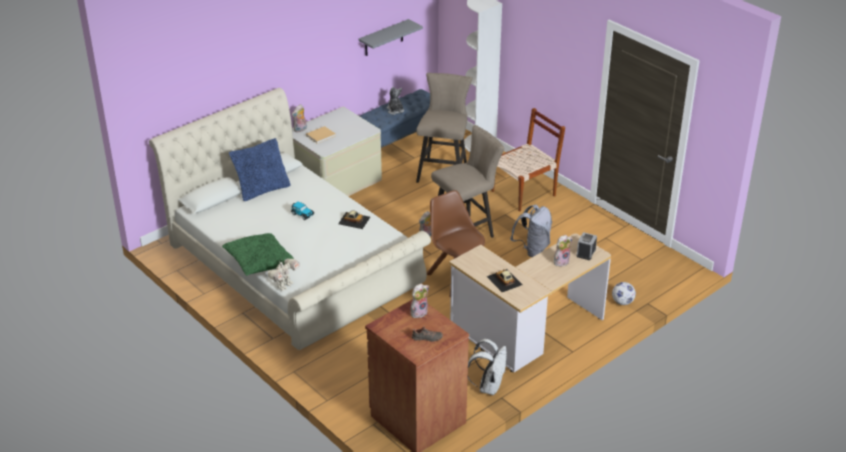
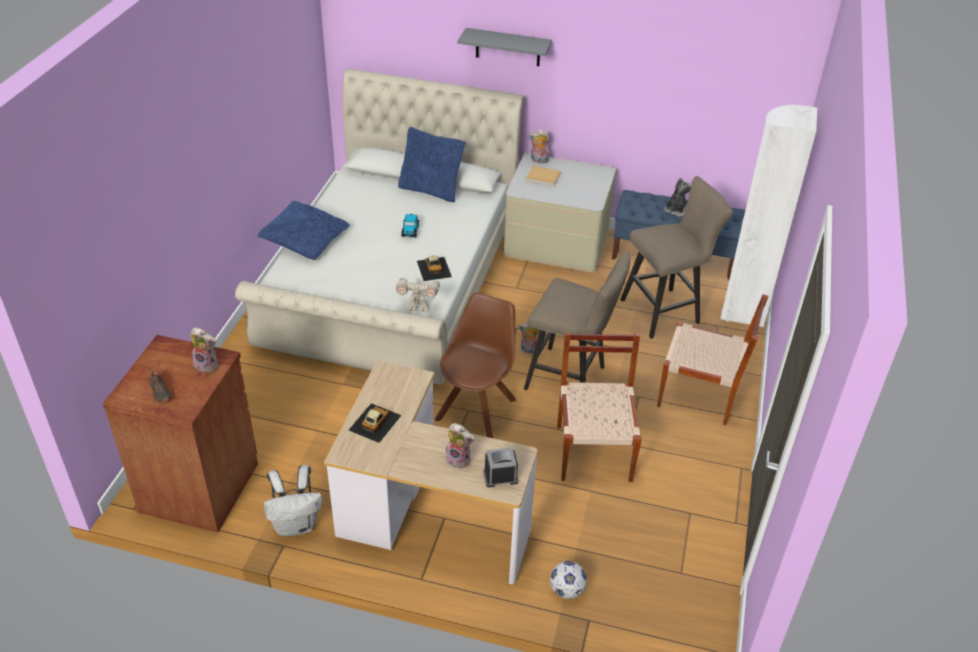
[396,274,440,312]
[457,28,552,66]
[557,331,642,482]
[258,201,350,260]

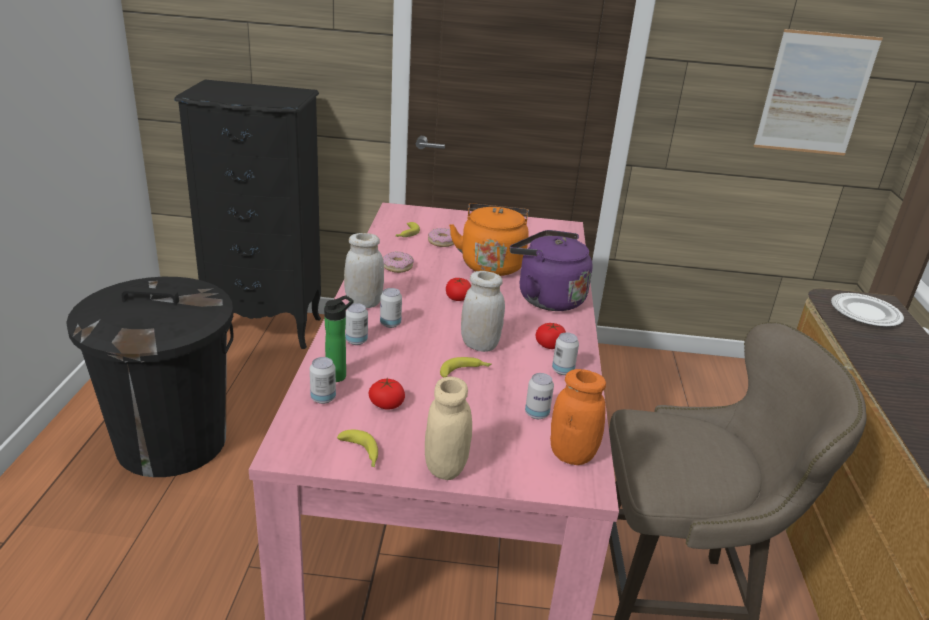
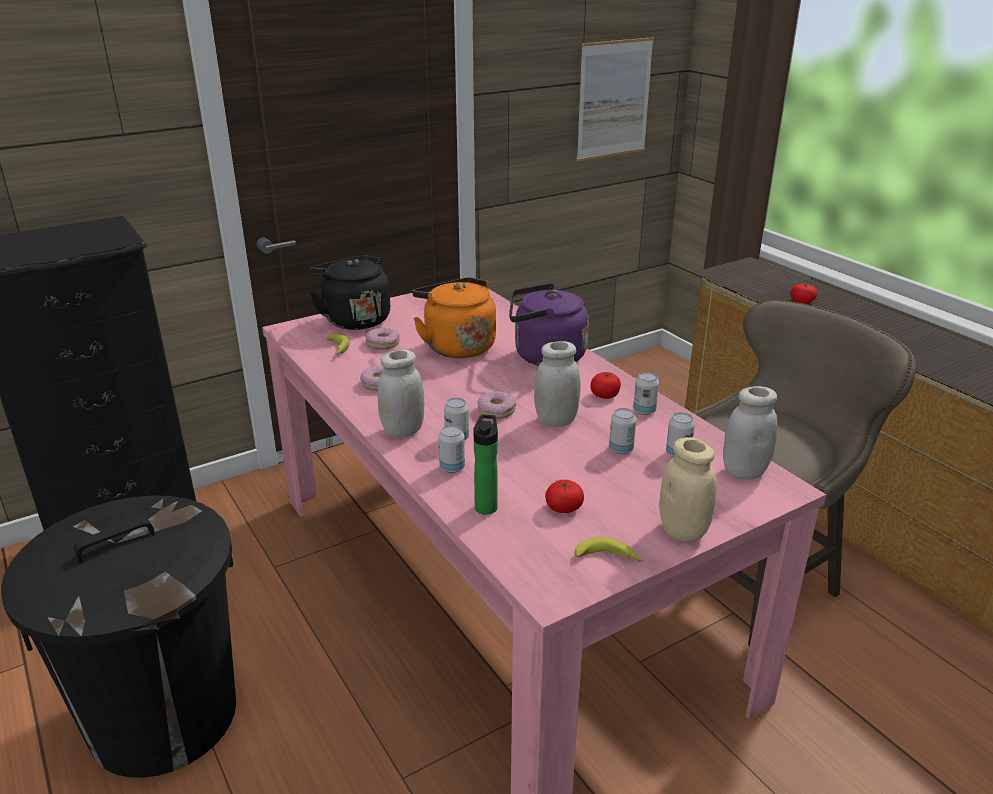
[440,357,491,377] (first image)
[831,293,904,327] (first image)
[309,255,390,330]
[477,391,516,419]
[609,408,636,454]
[790,284,817,304]
[723,386,778,480]

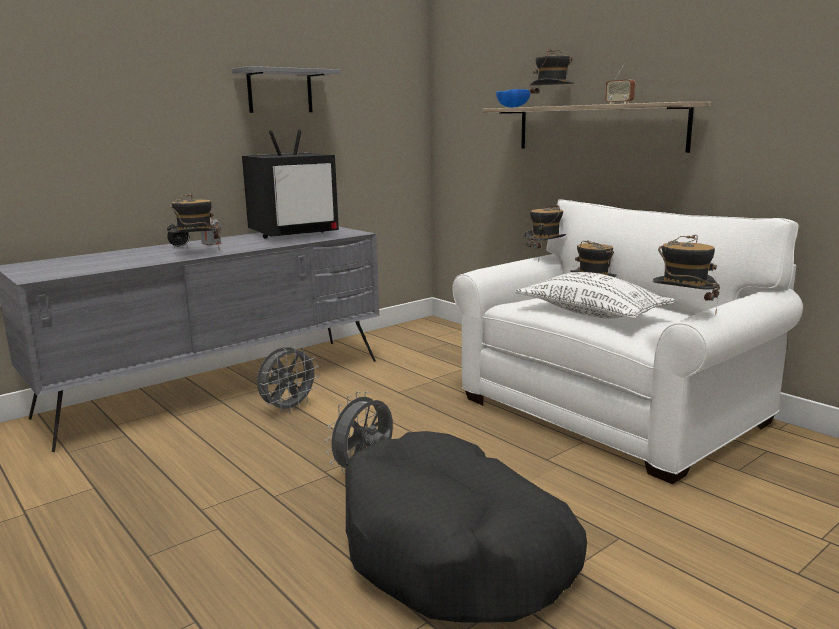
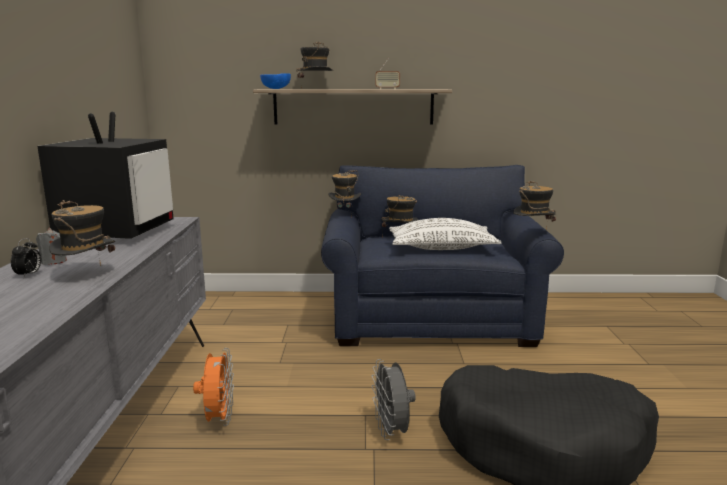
[232,66,341,113] (first image)
[193,348,234,426]
[321,165,564,347]

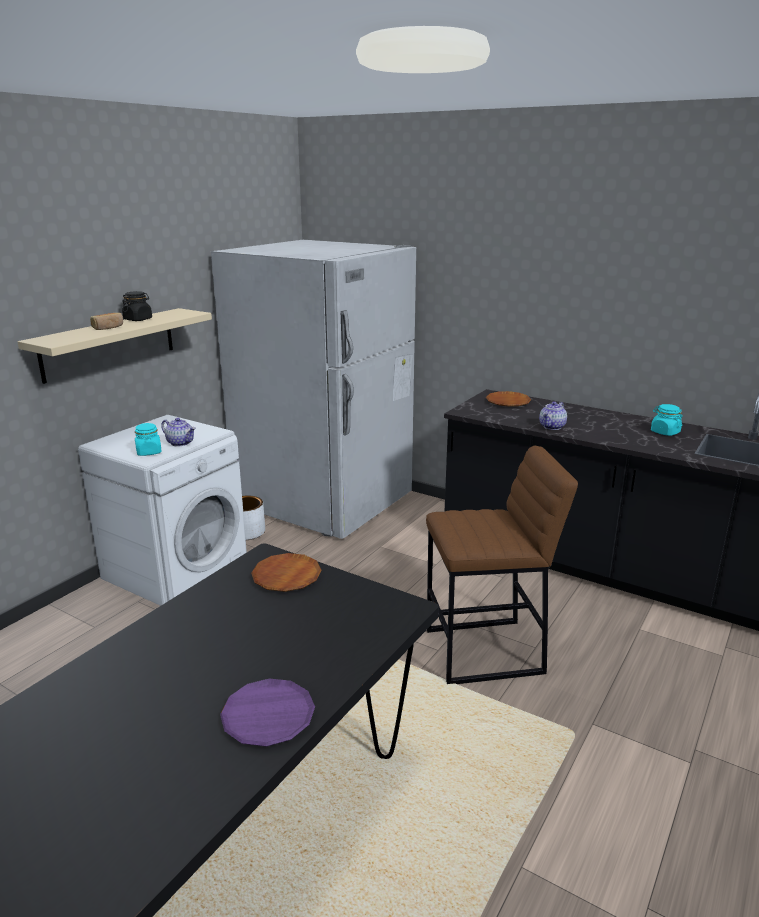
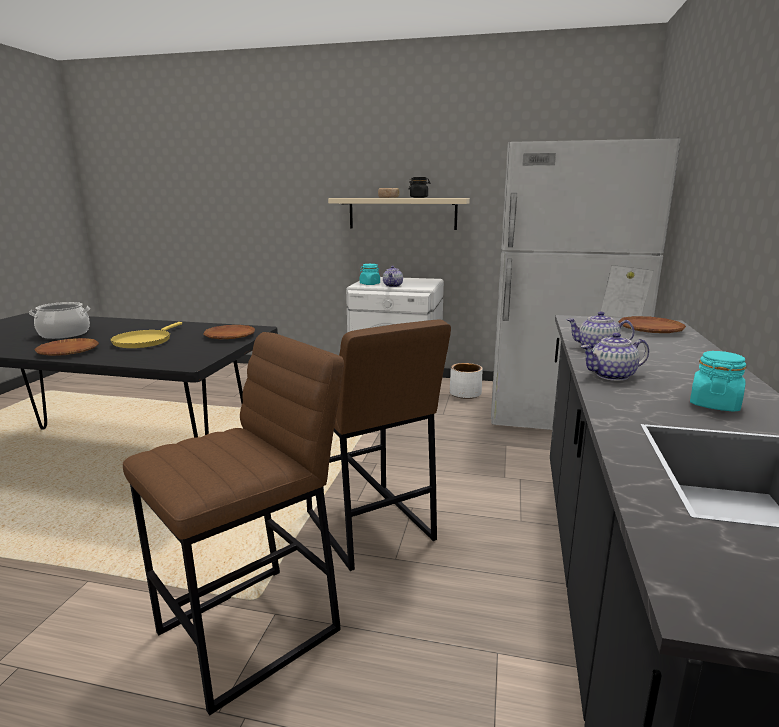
[29,302,90,339]
[110,322,182,348]
[123,332,344,715]
[581,333,649,381]
[35,338,99,356]

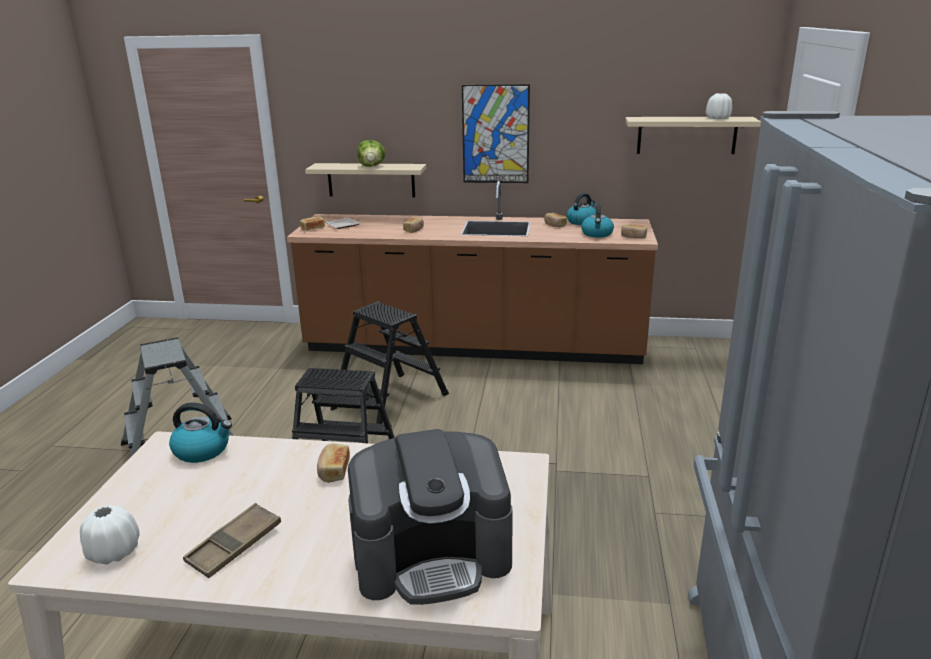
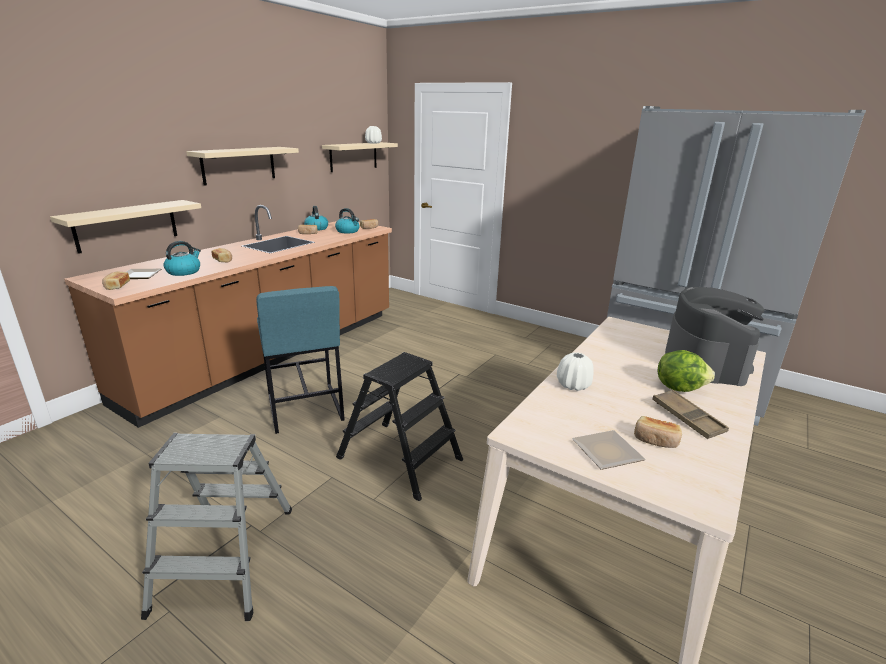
[572,430,646,470]
[557,352,594,391]
[163,241,201,276]
[634,416,682,448]
[658,350,715,392]
[256,286,345,434]
[186,147,299,186]

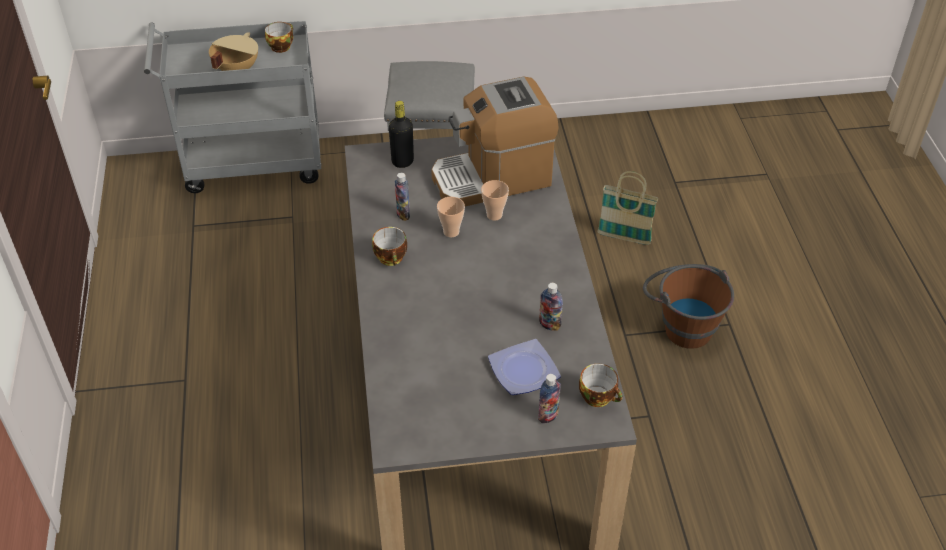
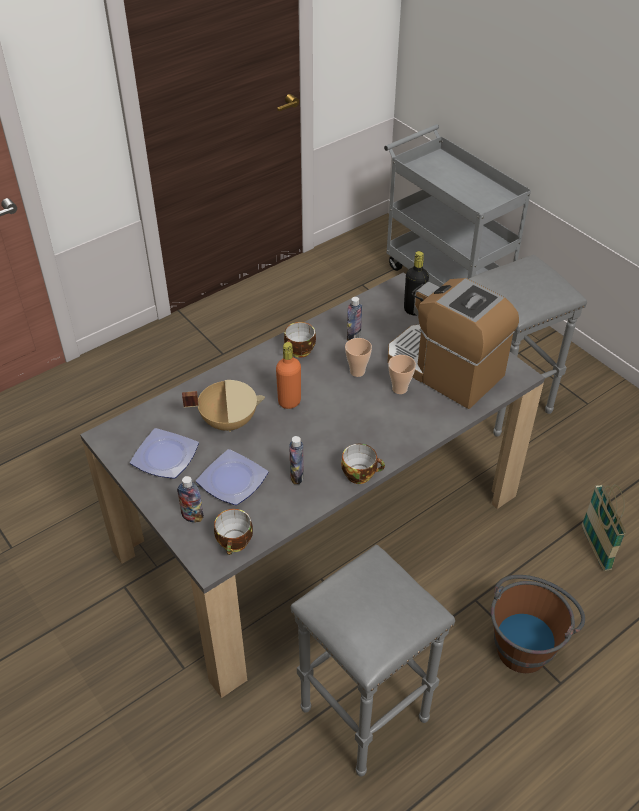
[130,428,199,479]
[276,342,301,409]
[290,545,455,777]
[182,380,265,432]
[341,444,385,484]

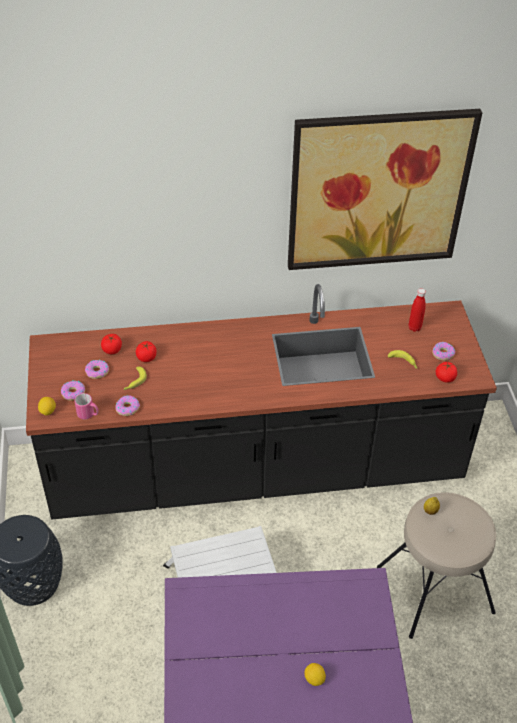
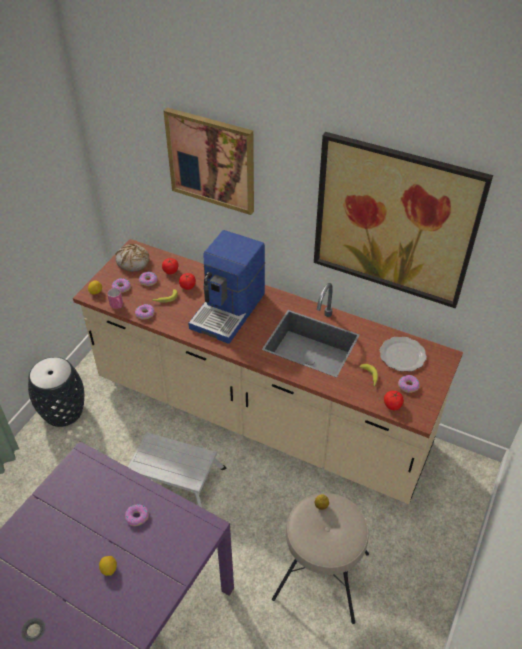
[115,244,149,272]
[125,504,149,526]
[163,108,254,215]
[188,230,265,344]
[379,337,427,372]
[73,239,463,504]

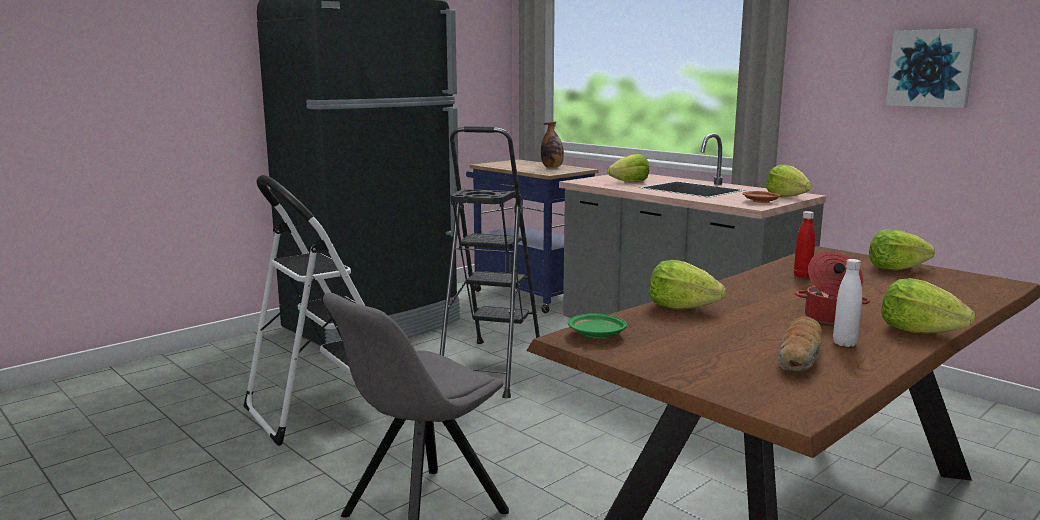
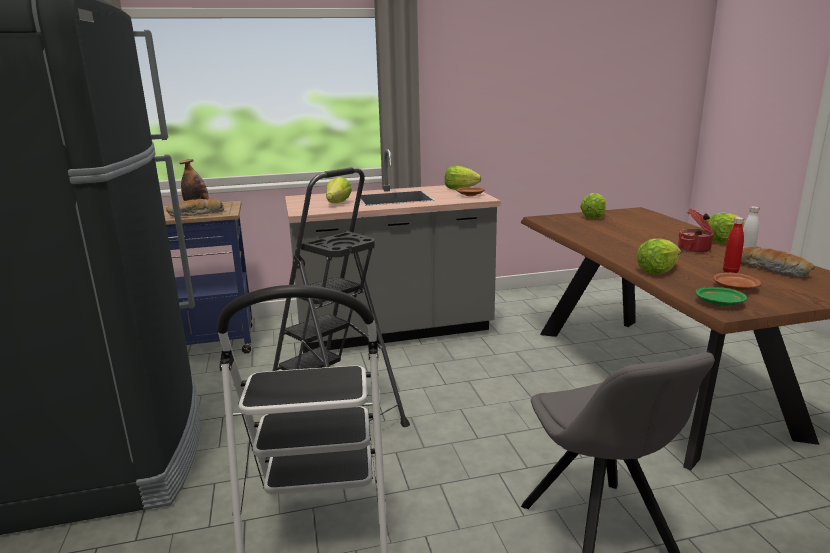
[886,28,978,108] (first image)
[166,198,224,216]
[713,272,761,291]
[723,217,744,273]

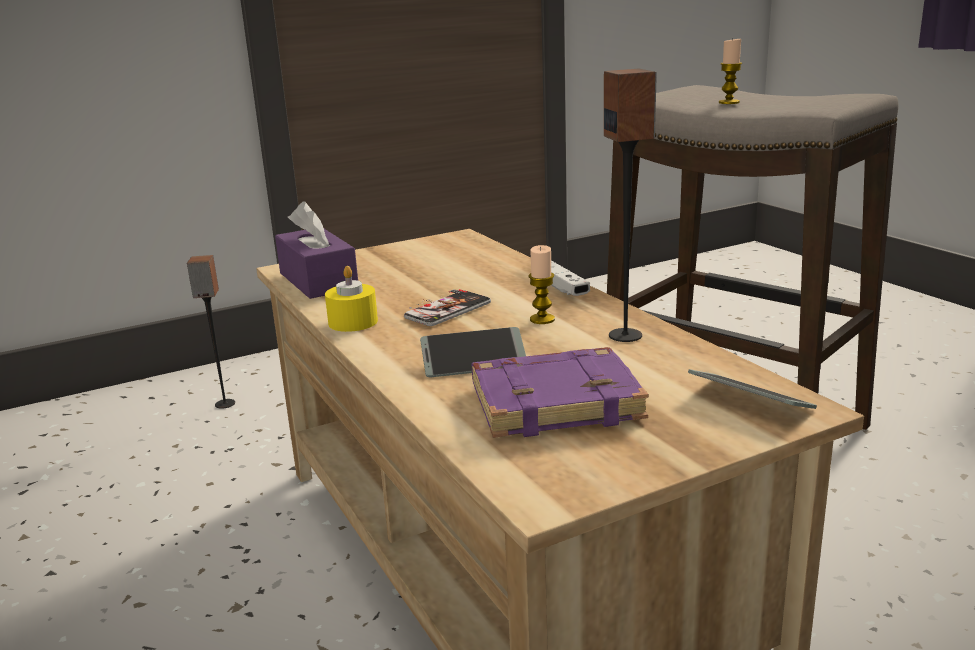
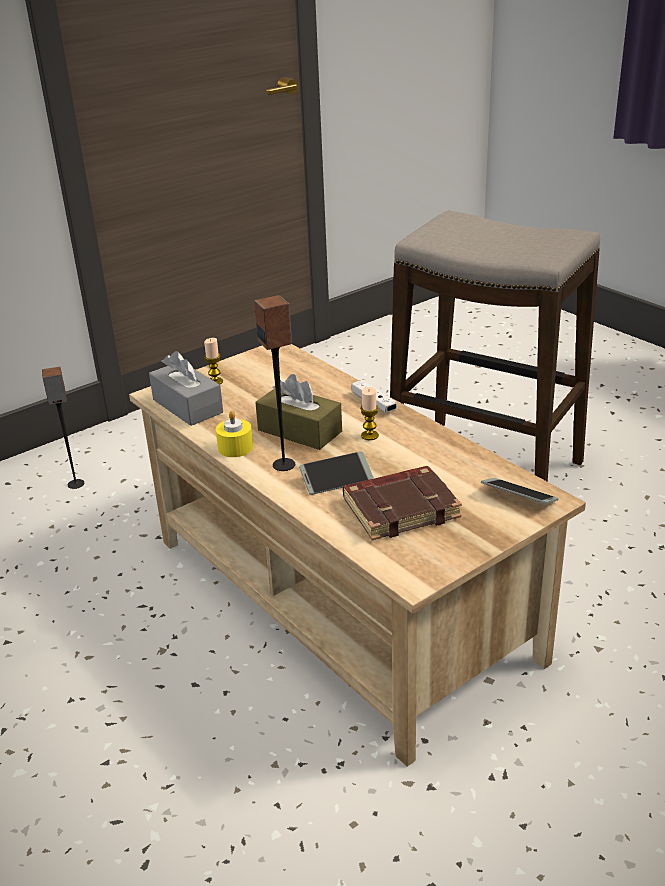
[254,295,295,471]
[204,338,223,384]
[255,374,342,450]
[149,351,223,426]
[343,466,462,540]

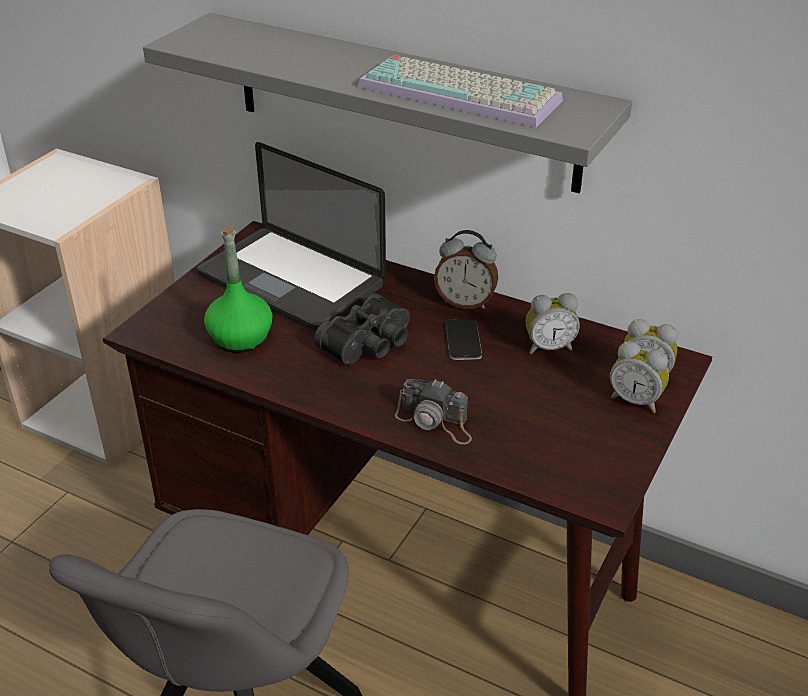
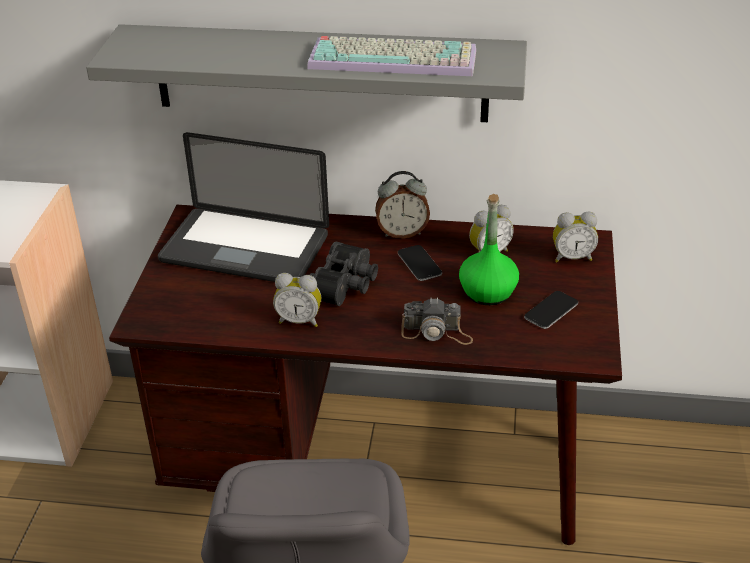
[524,291,578,329]
[459,194,519,305]
[273,273,321,327]

